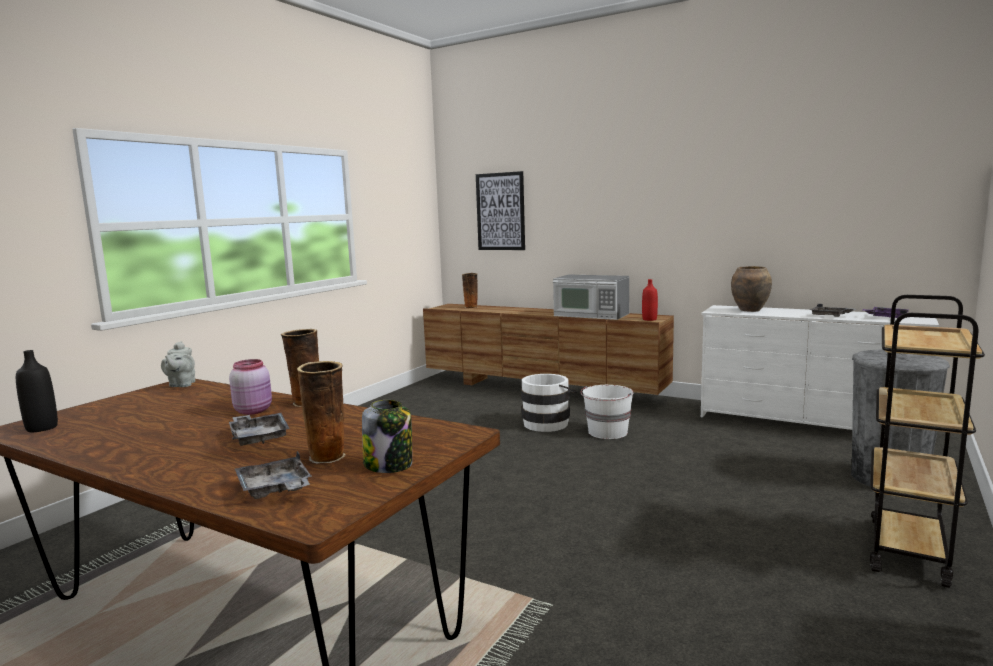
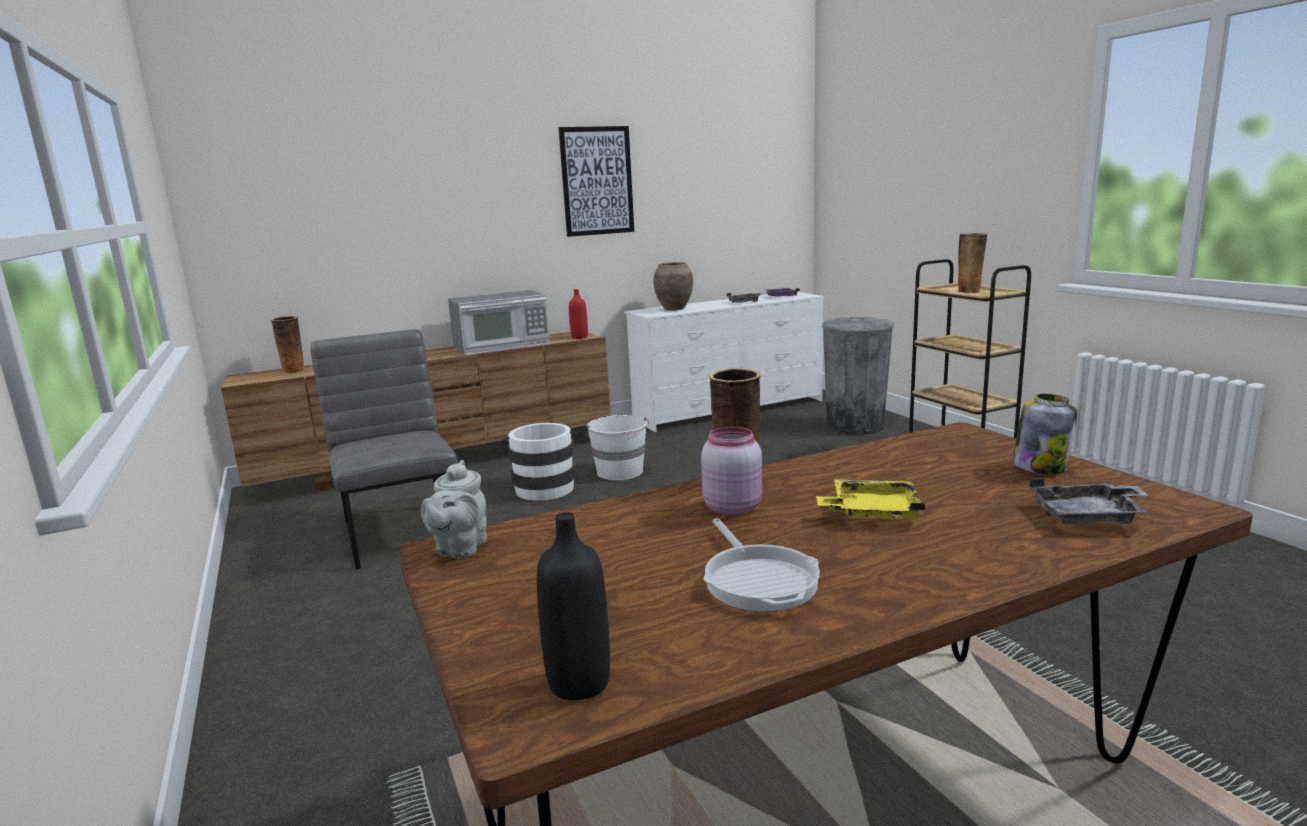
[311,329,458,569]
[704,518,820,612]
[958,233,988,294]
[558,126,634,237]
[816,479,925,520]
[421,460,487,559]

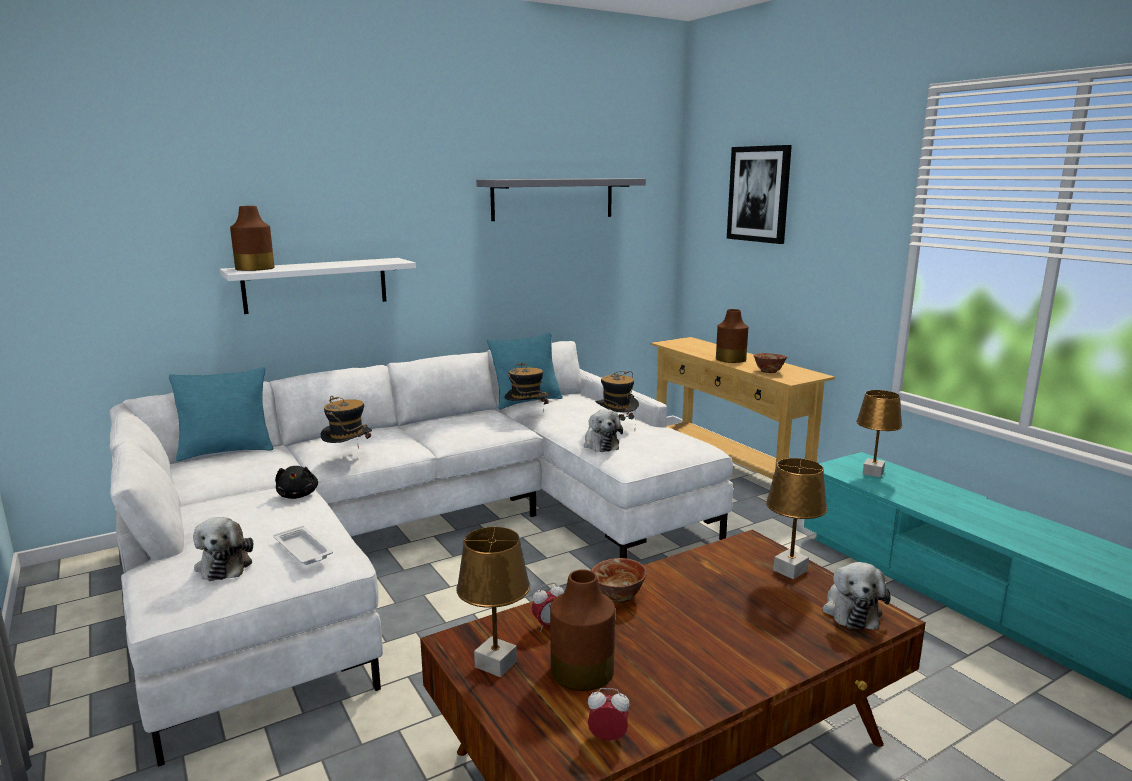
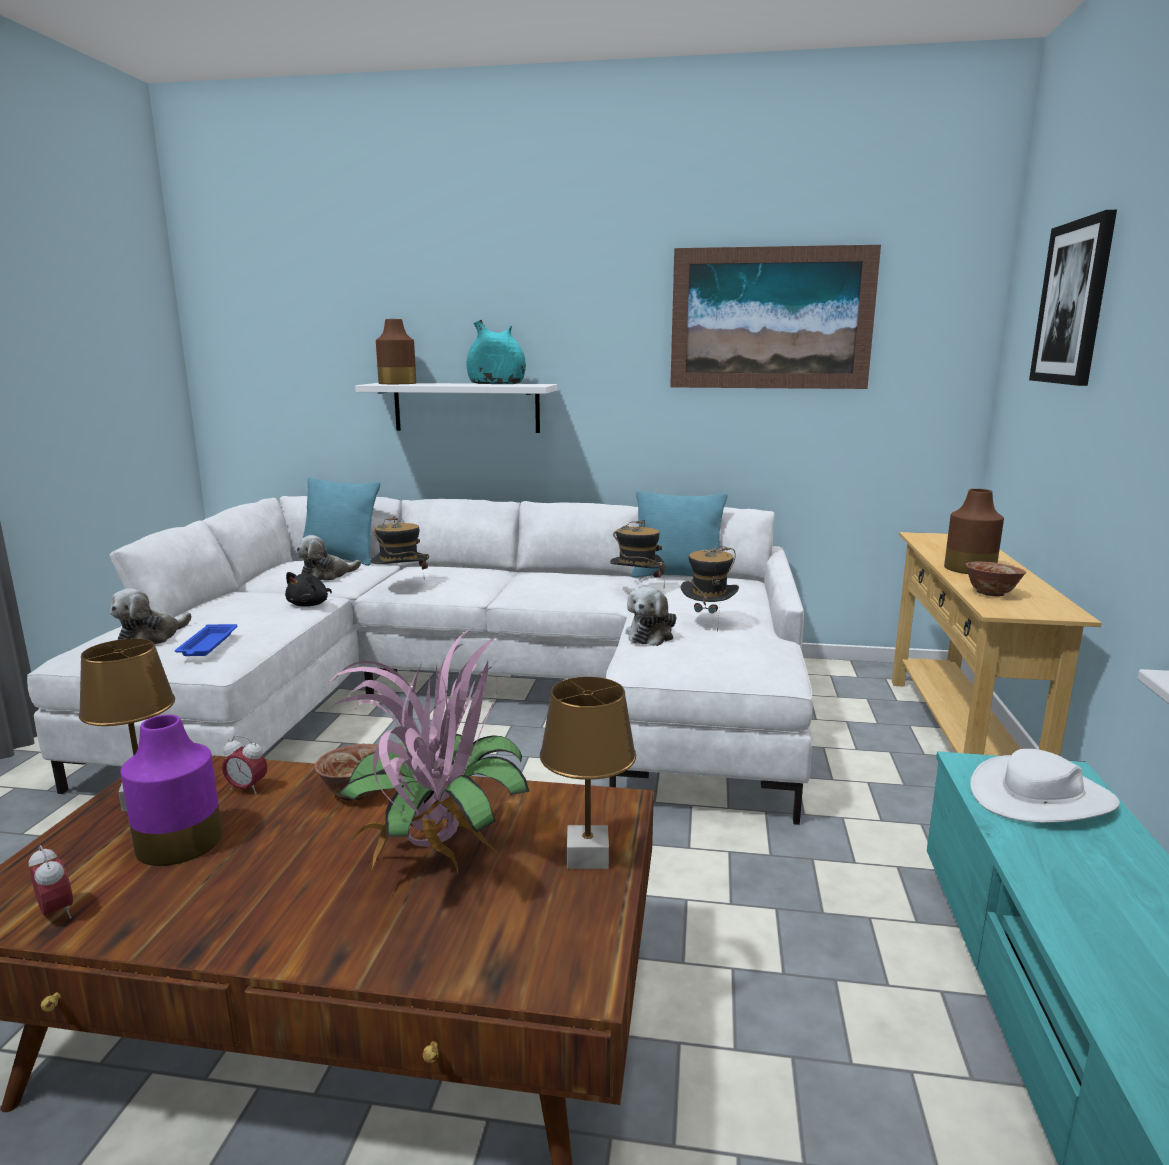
[325,629,530,874]
[466,320,526,384]
[296,535,361,581]
[670,245,881,389]
[970,749,1120,823]
[175,624,237,656]
[121,714,223,866]

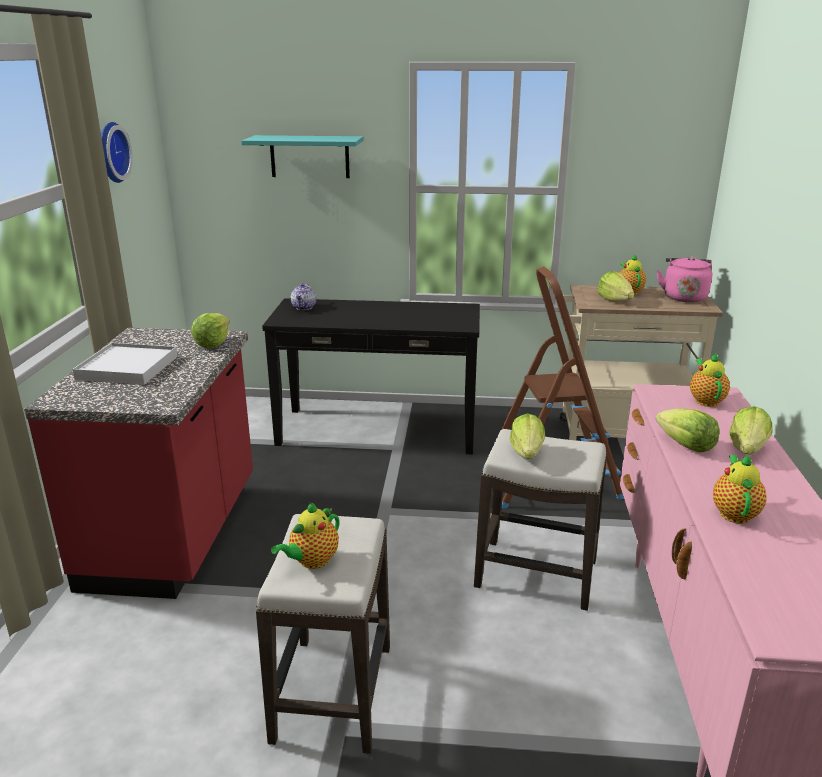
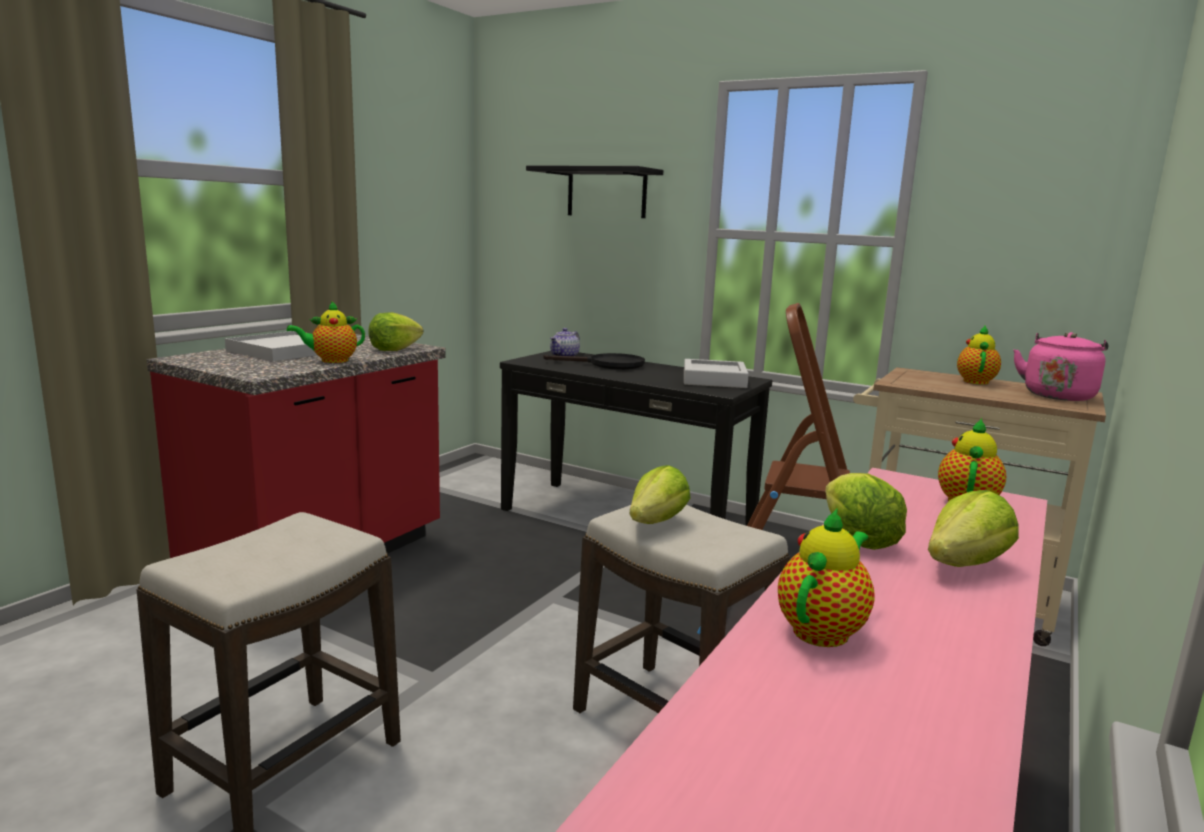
[101,122,133,183] (first image)
[597,271,634,302] (first image)
[544,353,645,370]
[684,359,749,388]
[287,301,365,363]
[526,165,663,218]

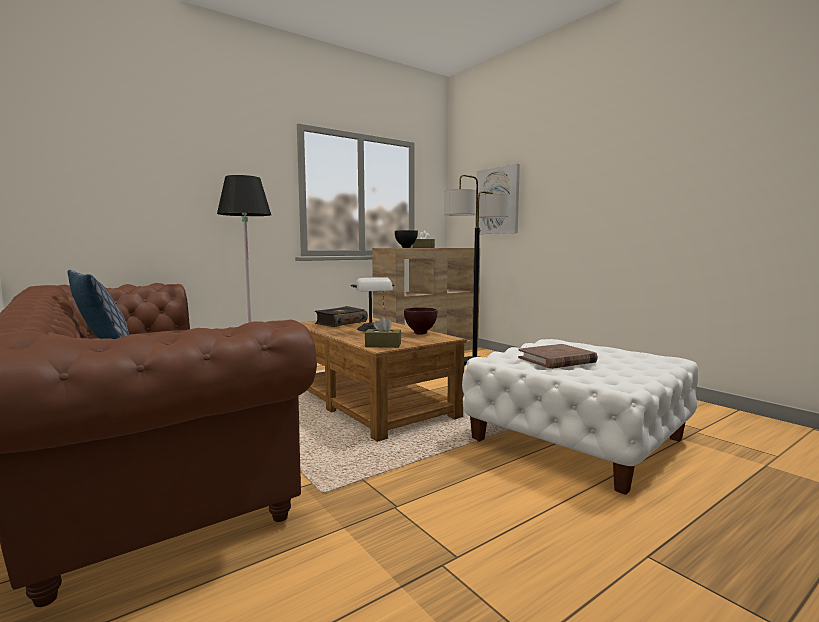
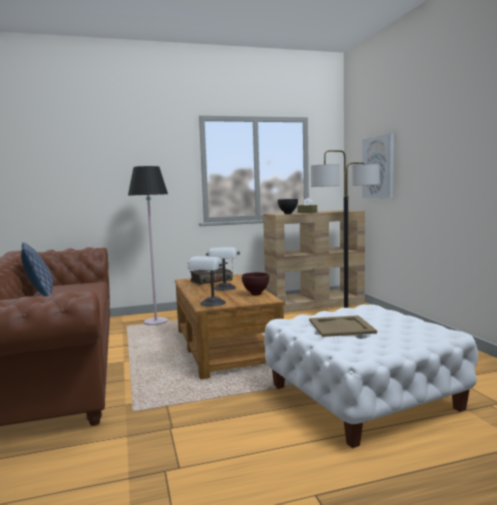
[188,256,228,306]
[309,315,377,337]

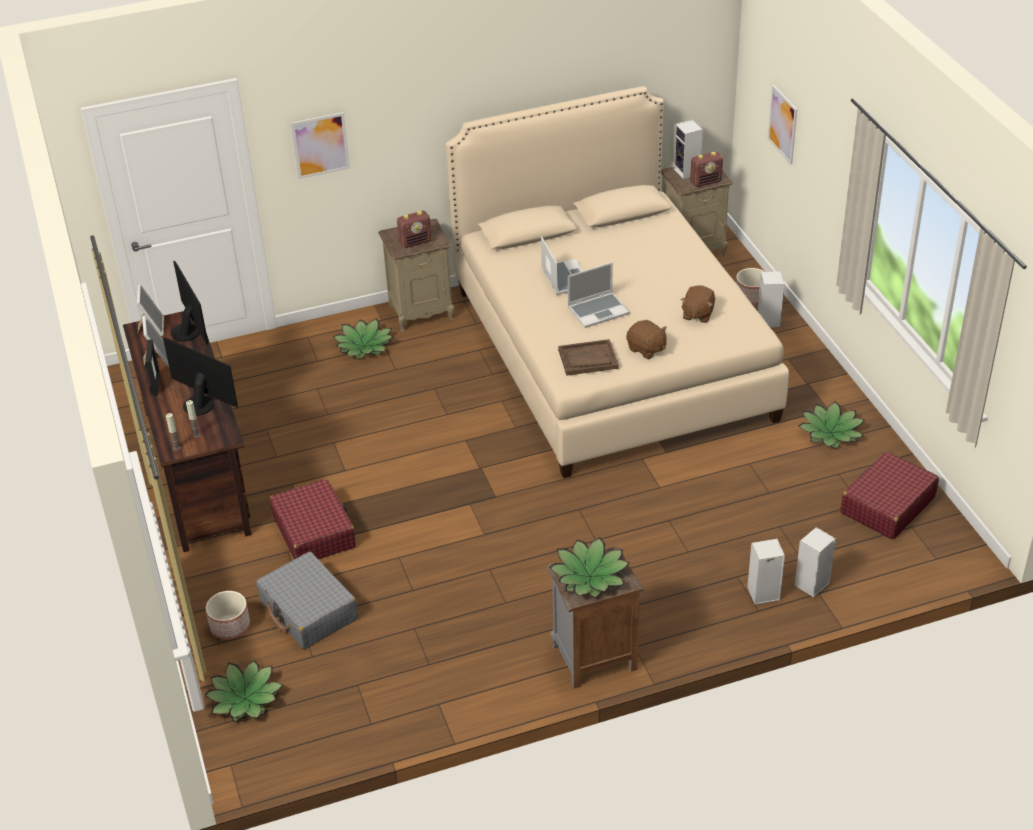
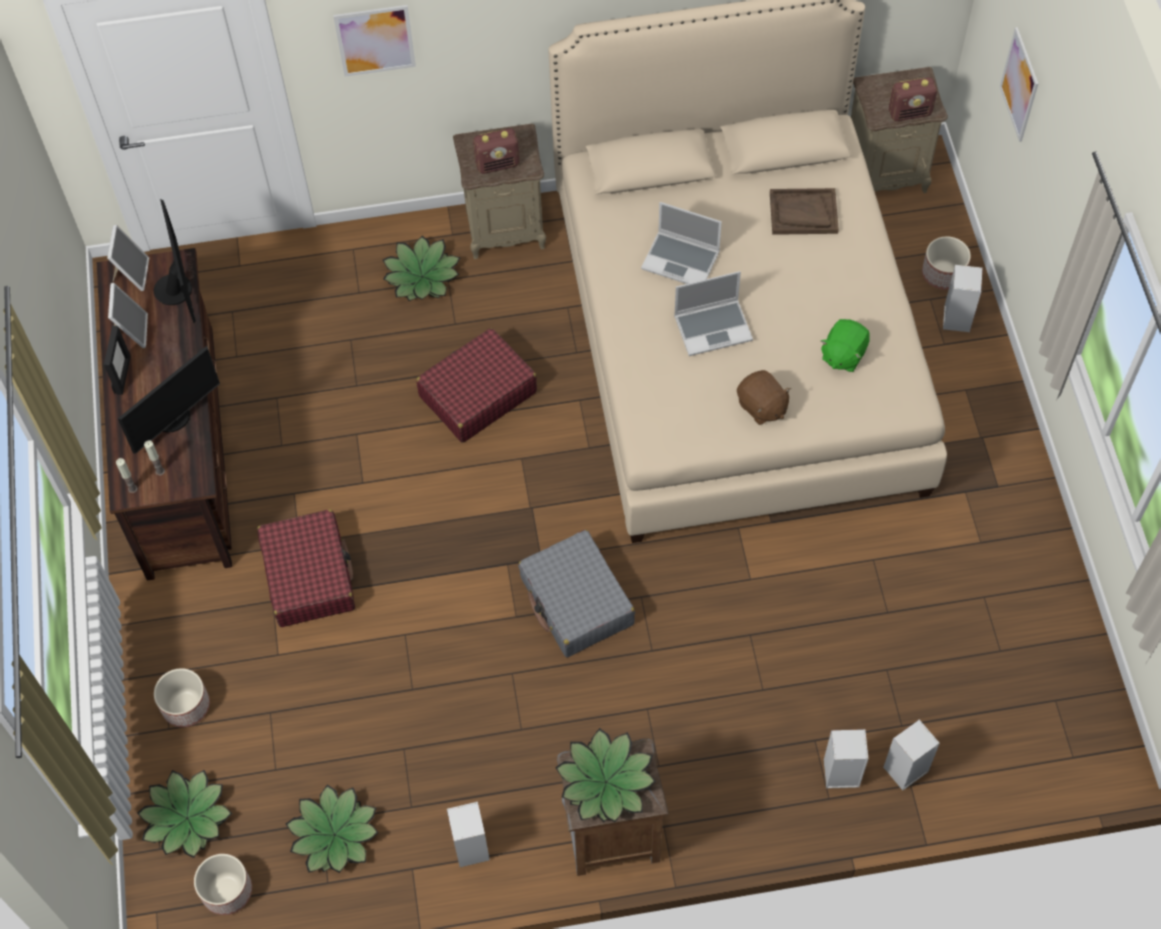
[194,854,252,915]
[518,530,635,657]
[770,188,839,235]
[447,802,490,867]
[286,785,378,873]
[416,328,537,443]
[821,319,870,372]
[118,346,220,453]
[641,202,722,284]

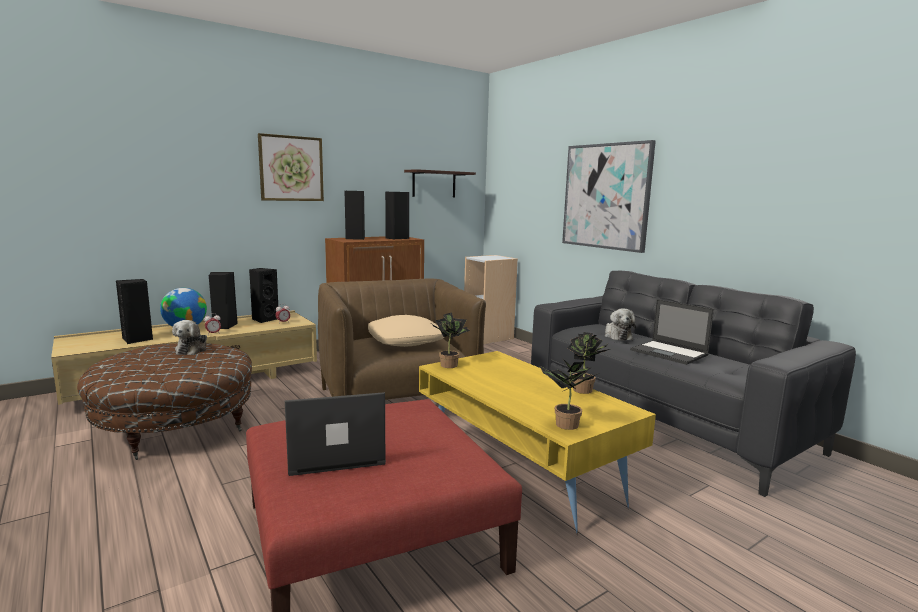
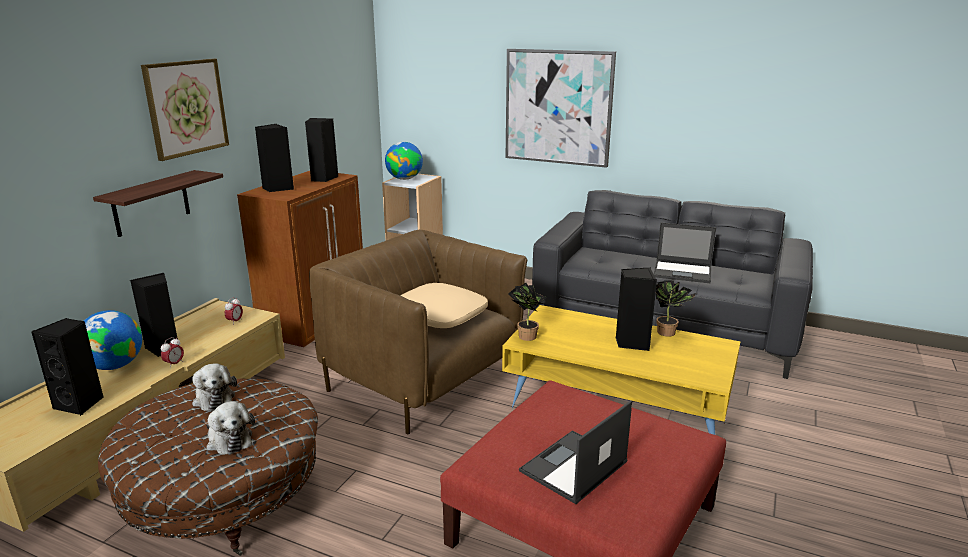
[539,359,599,430] (first image)
[385,142,423,180]
[616,267,657,351]
[93,170,223,237]
[206,401,255,455]

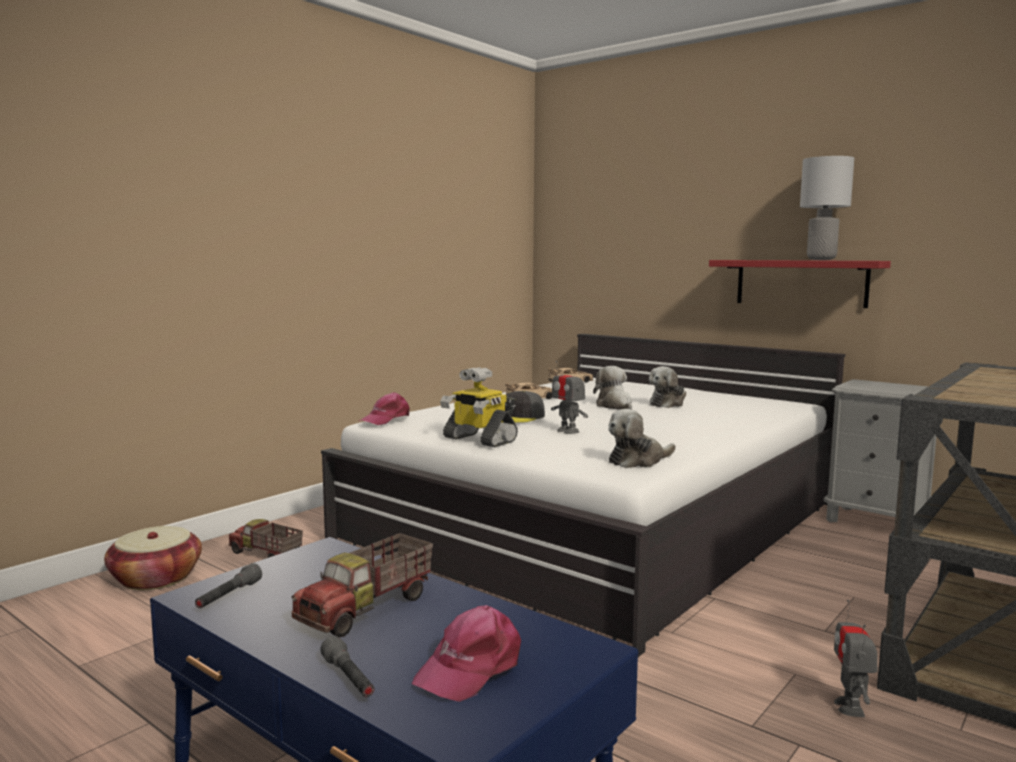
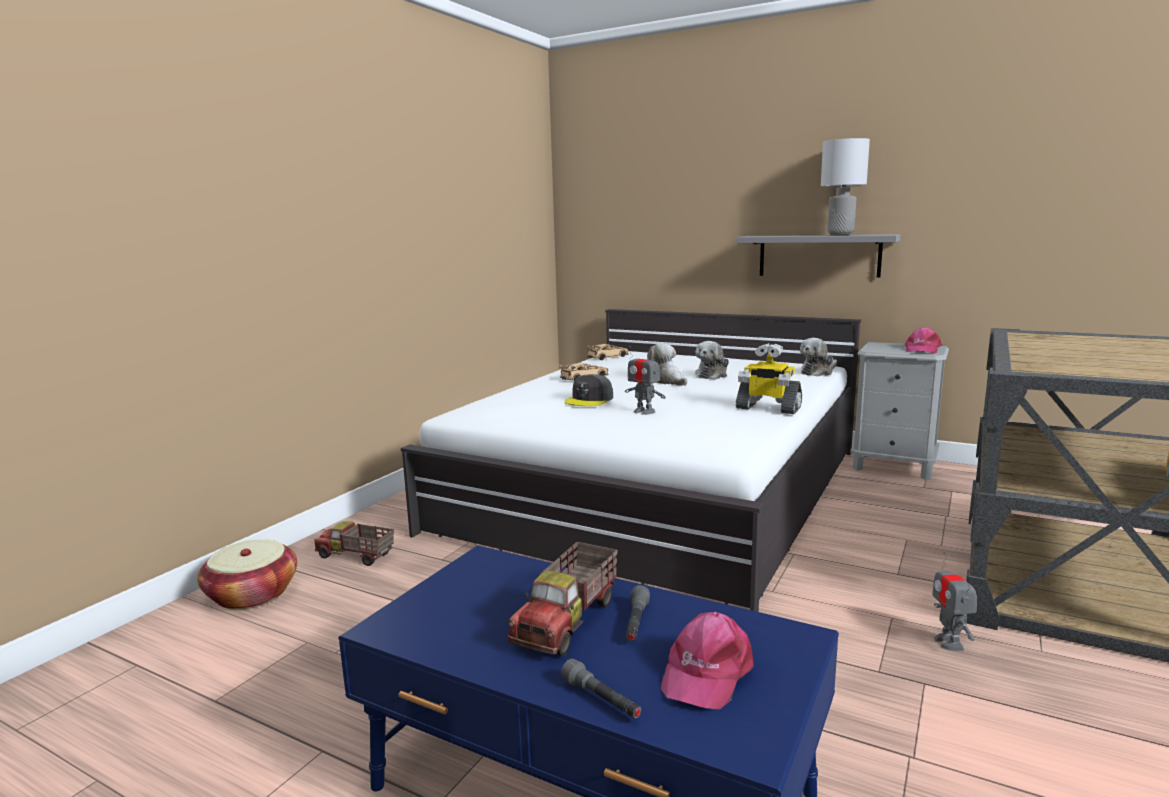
[626,585,650,641]
[905,327,942,354]
[736,343,802,414]
[800,338,837,377]
[736,234,901,278]

